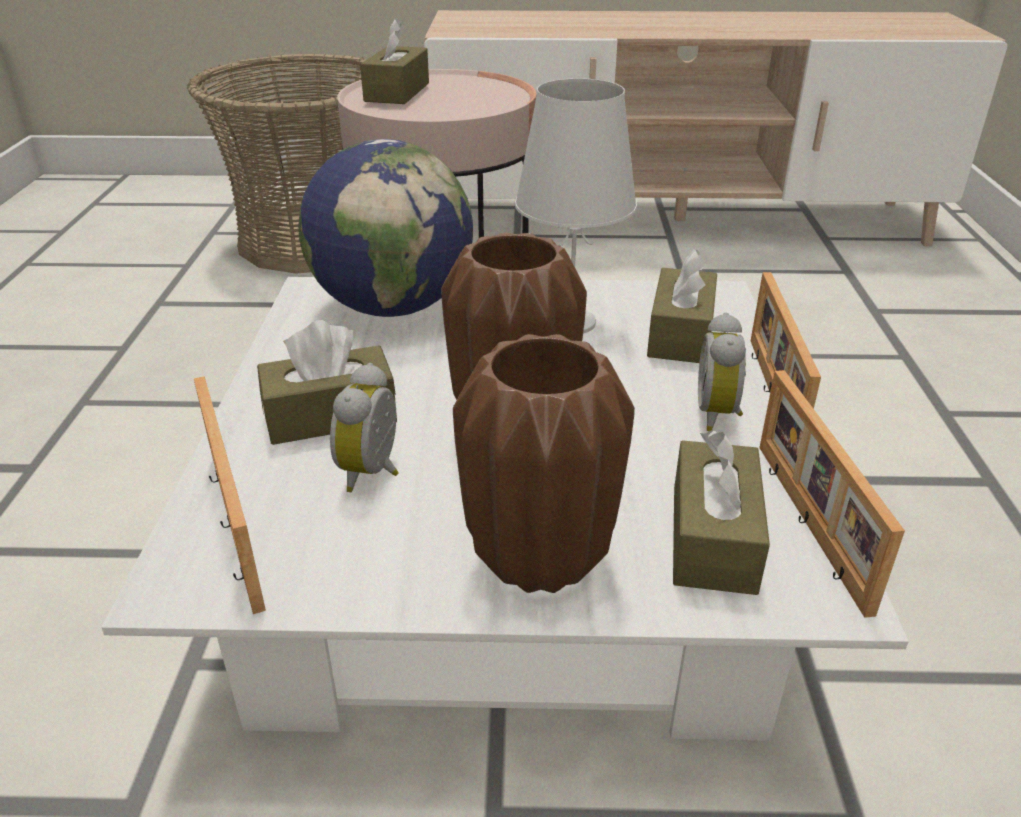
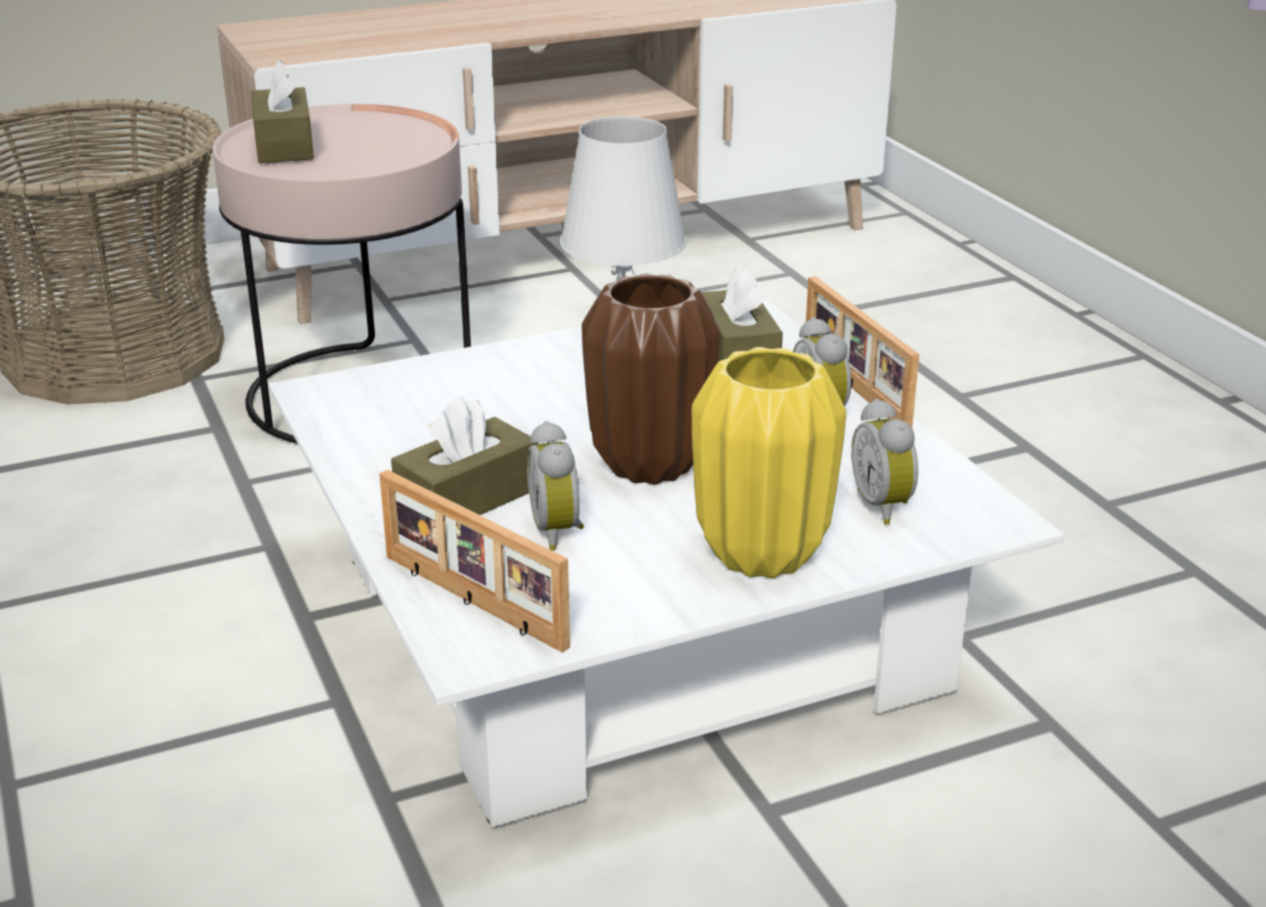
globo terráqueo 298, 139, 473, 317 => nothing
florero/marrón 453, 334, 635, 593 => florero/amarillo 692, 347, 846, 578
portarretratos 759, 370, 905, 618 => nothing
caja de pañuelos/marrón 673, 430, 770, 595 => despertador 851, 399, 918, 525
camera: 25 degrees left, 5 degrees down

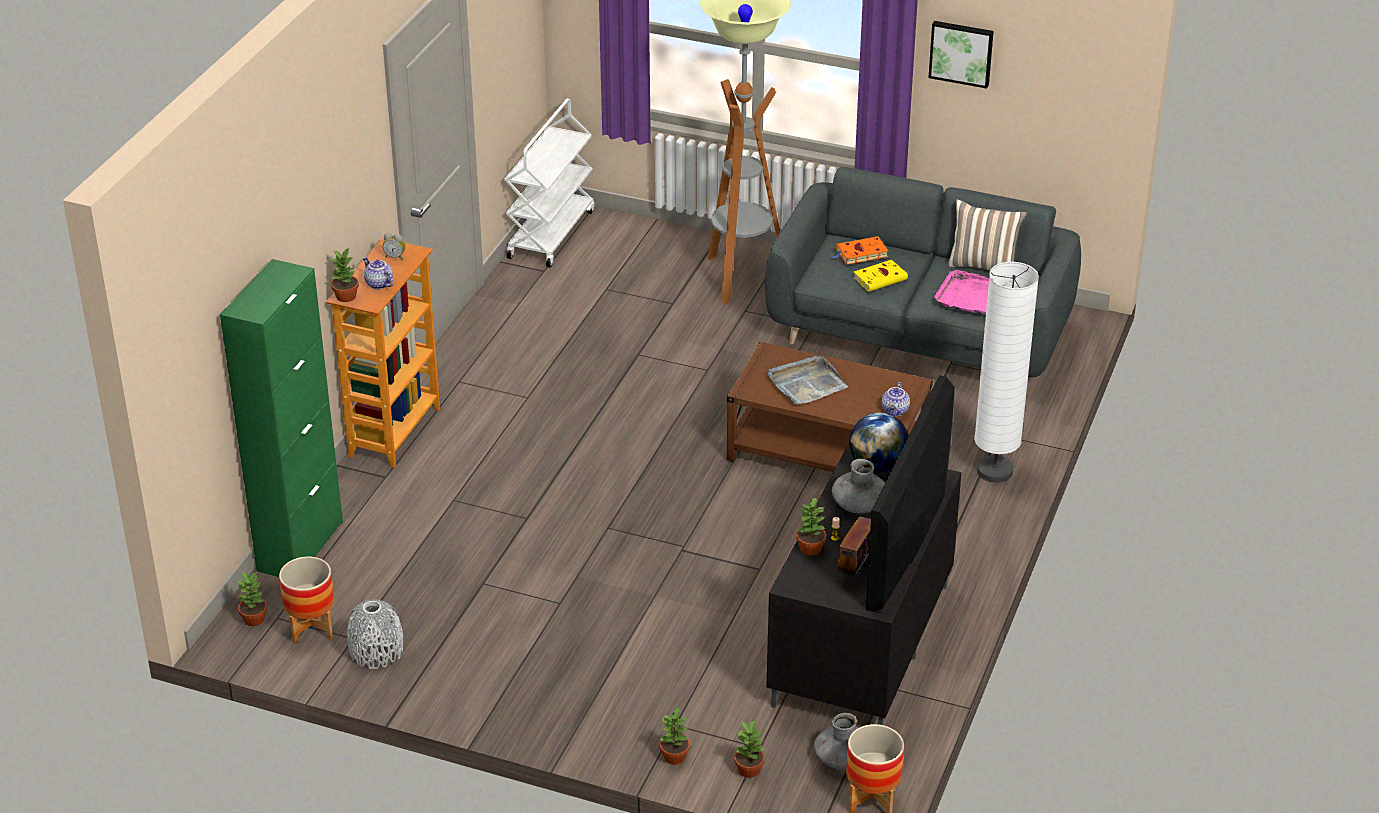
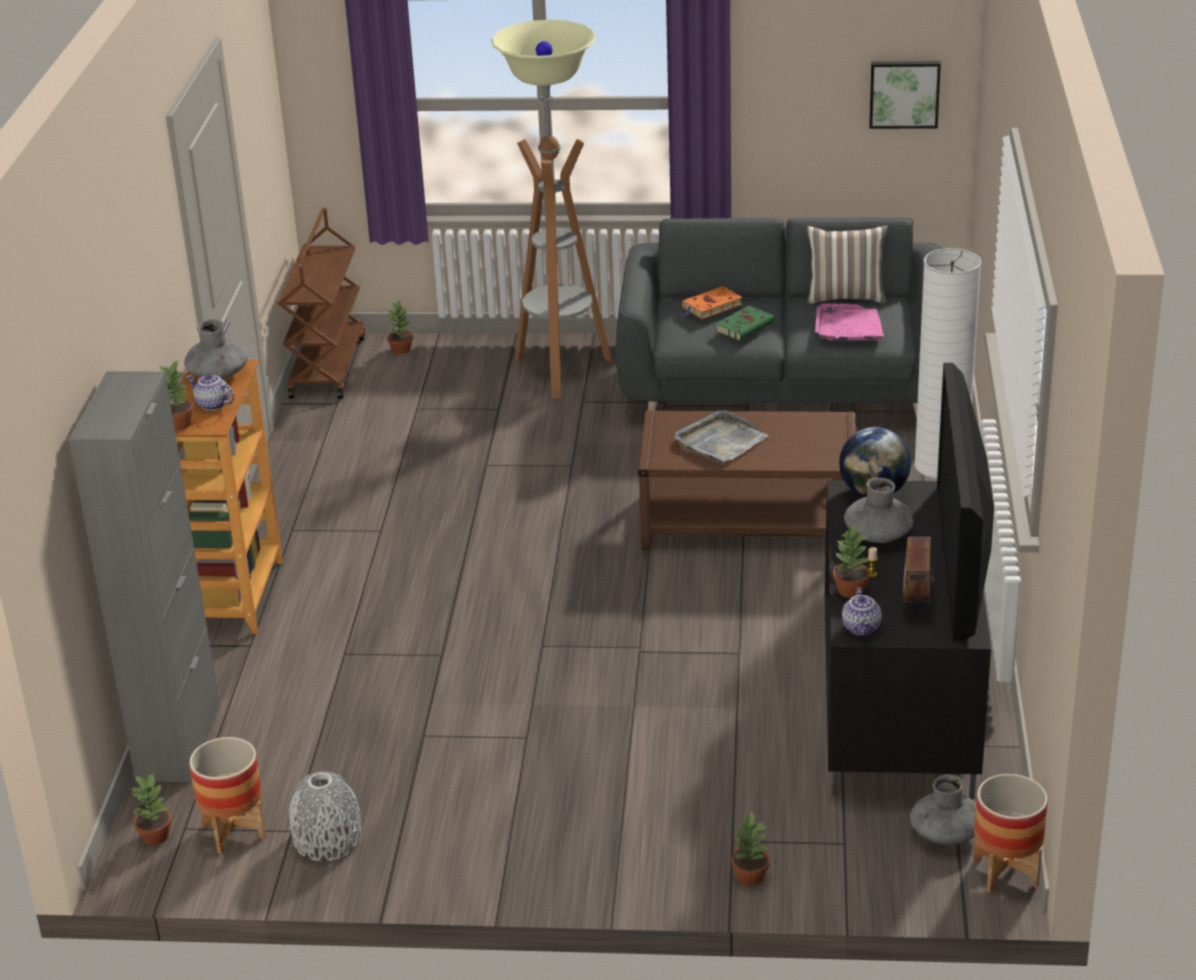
cuadro 929, 21, 994, 89 => cuadro 869, 61, 941, 129, move
carrito/blanco 504, 99, 595, 267 => carrito/marrón 278, 208, 365, 399
despertador 383, 233, 405, 260 => florero/gris 184, 319, 248, 379
armario/verde 220, 259, 343, 577 => armario/gris 69, 371, 220, 782
libro/amarillo 853, 260, 909, 292 => libro/verde 715, 306, 775, 341
tetera 882, 382, 910, 416 => tetera 842, 587, 882, 636, move
planta en maceta 734, 720, 765, 778 => planta en maceta 387, 299, 413, 354, move
camera: 15 degrees left, 5 degrees down

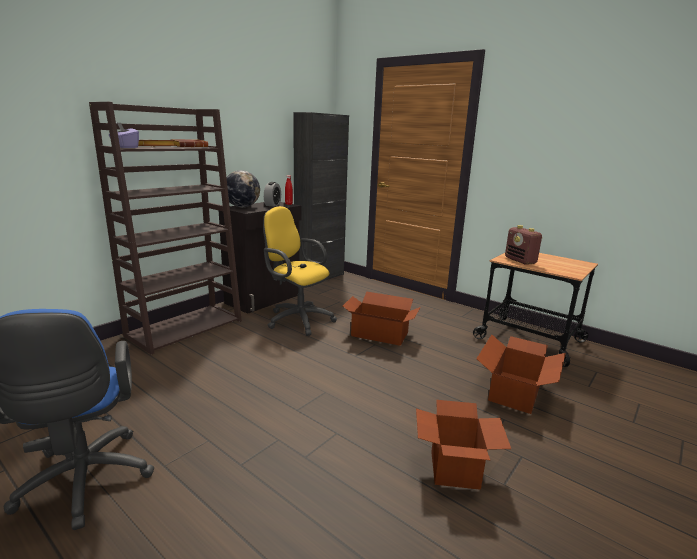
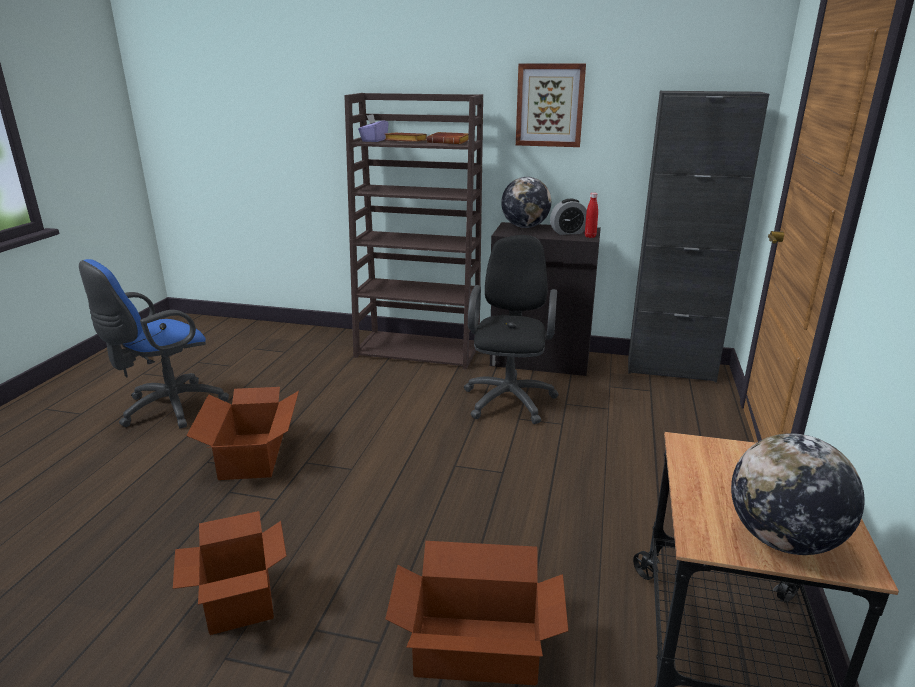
silla de oficina/amarillo 263, 206, 337, 336 => silla de oficina/negro 464, 235, 559, 424
radio 505, 225, 543, 265 => nothing
caja de cartón 343, 291, 420, 346 => caja de cartón 186, 387, 299, 480, move
nothing => cuadro 516, 63, 586, 147
nothing => globo terráqueo 731, 433, 865, 555
camera: 65 degrees right, 5 degrees up

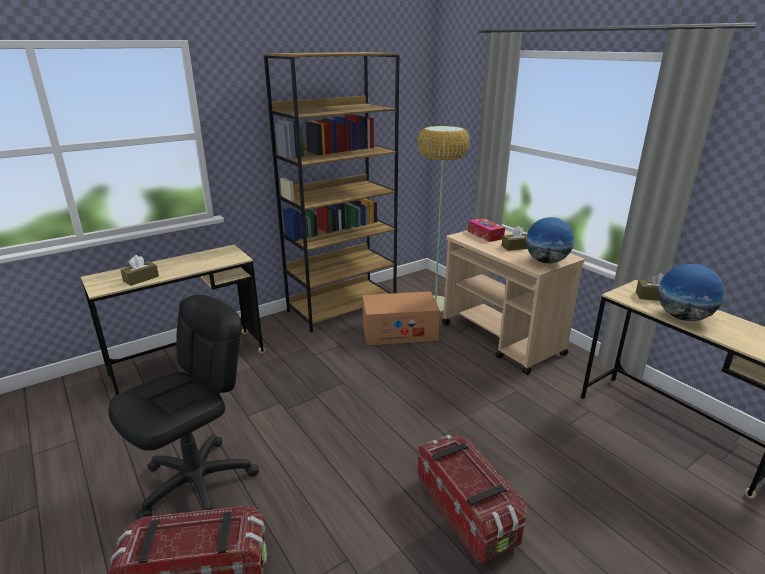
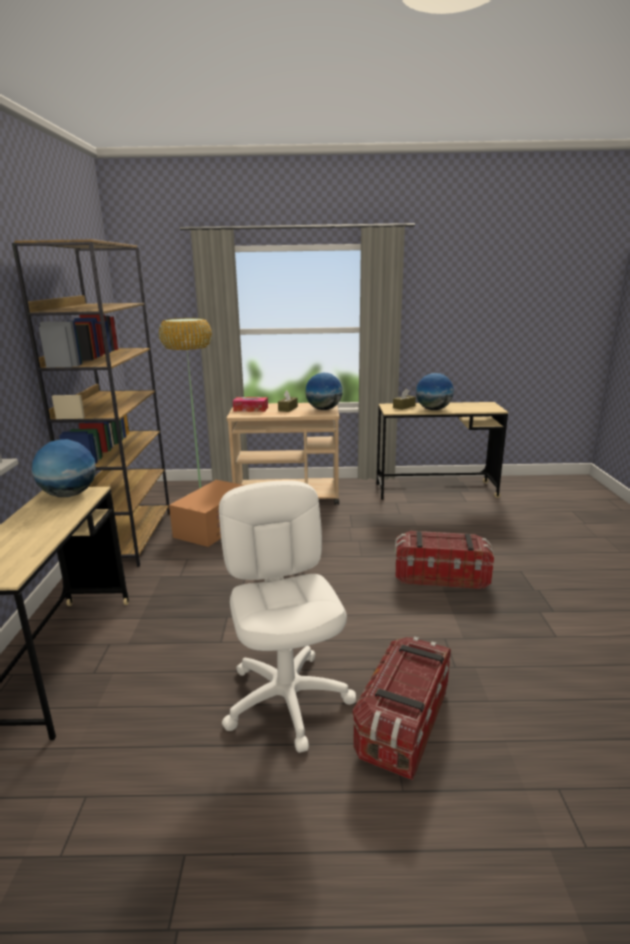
caja de pañuelos/marrón 121, 255, 159, 286 => nothing
silla de oficina/negro 108, 295, 259, 519 => silla de oficina/blanco 219, 481, 356, 753
nothing => globo terráqueo 32, 439, 96, 497
camera: 55 degrees left, 5 degrees down

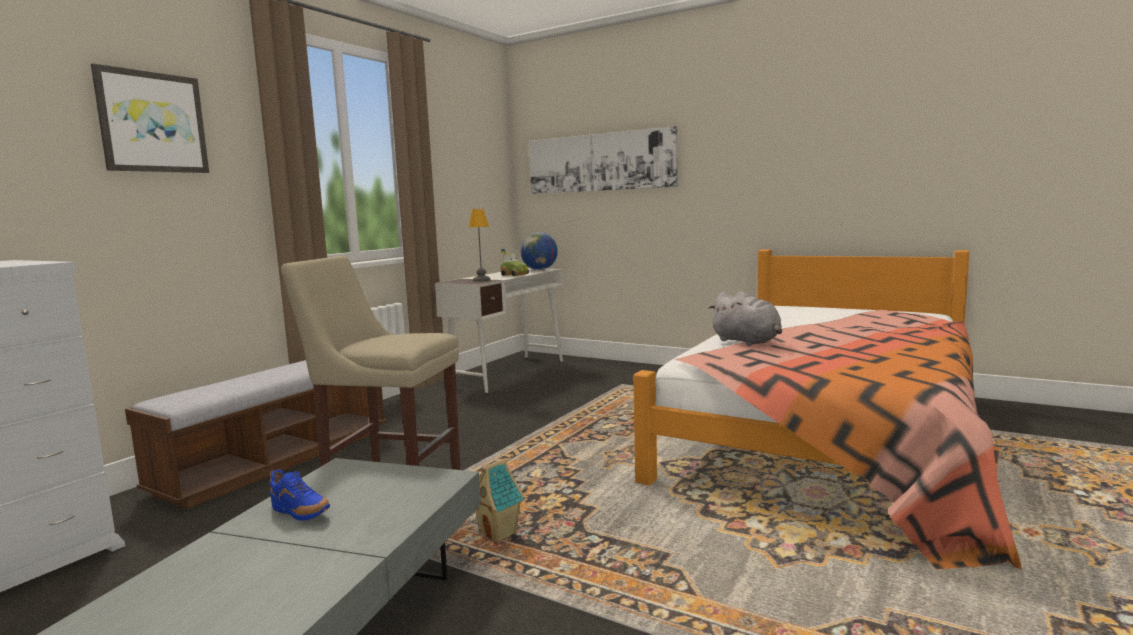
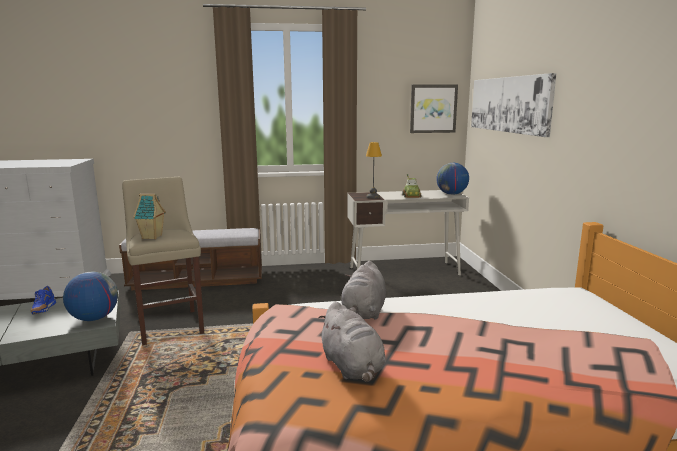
cuadro 91, 64, 209, 173 => cuadro 410, 85, 458, 133, move
casita 475, 458, 525, 542 => casita 133, 194, 166, 239, move
nothing => globo terráqueo 63, 272, 118, 321
nothing => peluche/gris 318, 302, 386, 382
camera: 50 degrees right, 5 degrees up

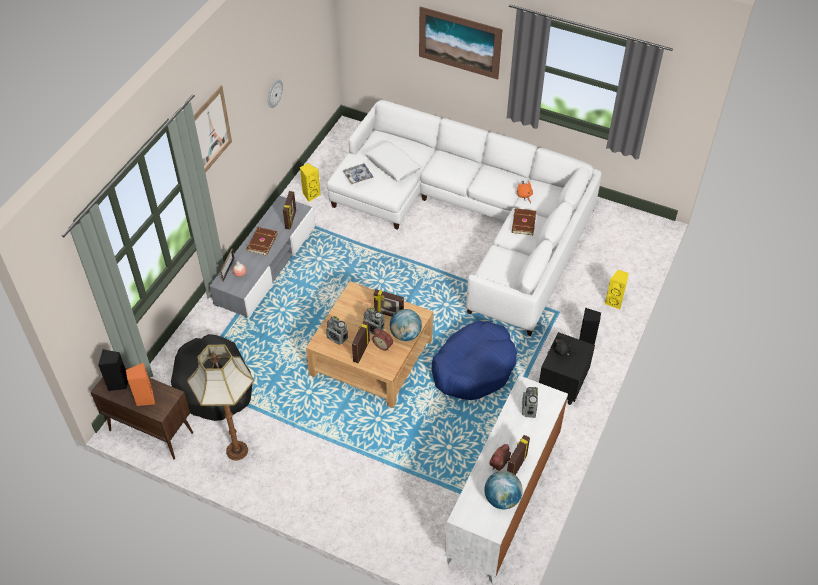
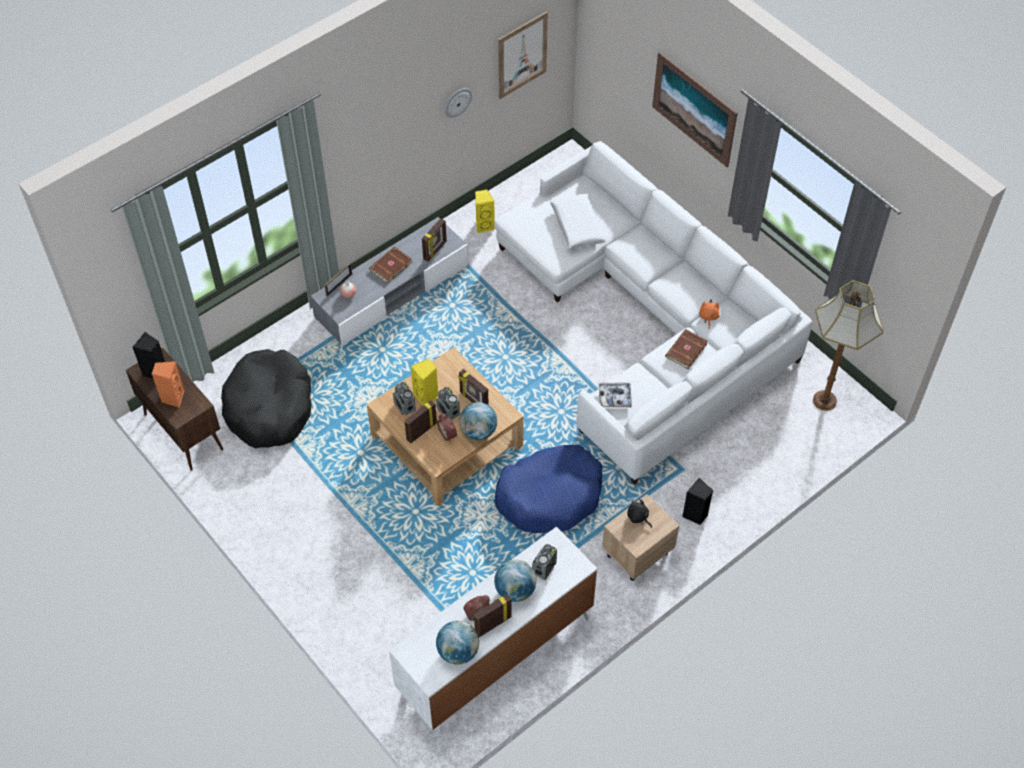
cuadro 194, 86, 232, 173 => cuadro 498, 11, 548, 99, move
bandeja 343, 163, 374, 185 => bandeja 599, 382, 632, 408, move
altavoz/amarillo 605, 269, 629, 309 => altavoz/amarillo 411, 359, 438, 405, move
mesita de noche/negro 539, 332, 595, 405 => mesita de noche/beis 602, 494, 679, 581
lámpara de pie 187, 345, 254, 461 => lámpara de pie 813, 280, 884, 411, move
nothing => globo terráqueo 494, 560, 536, 602
camera: 25 degrees right, 5 degrees up

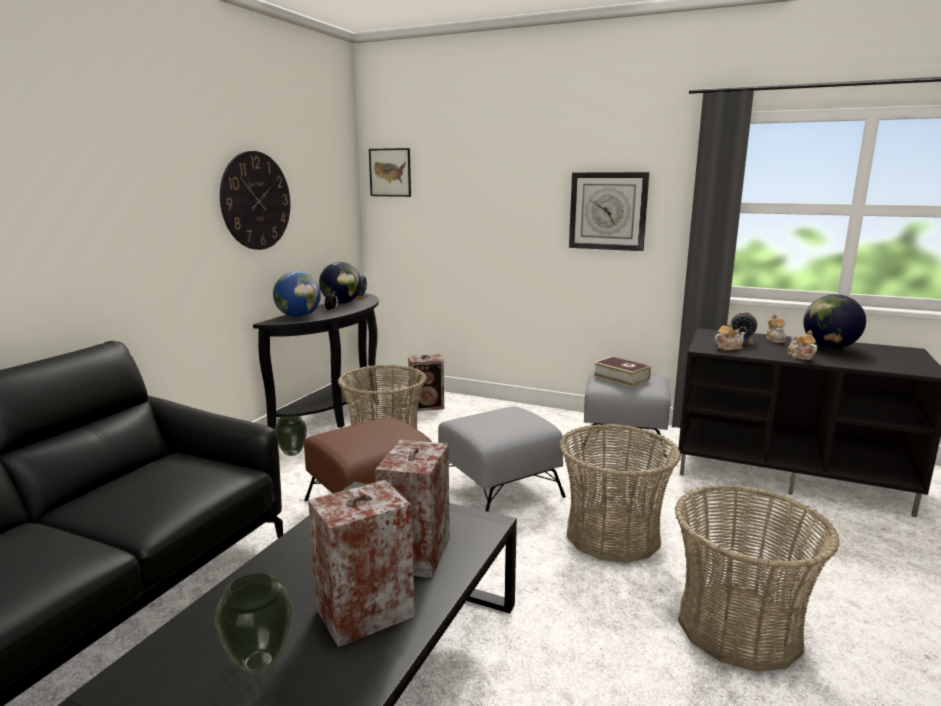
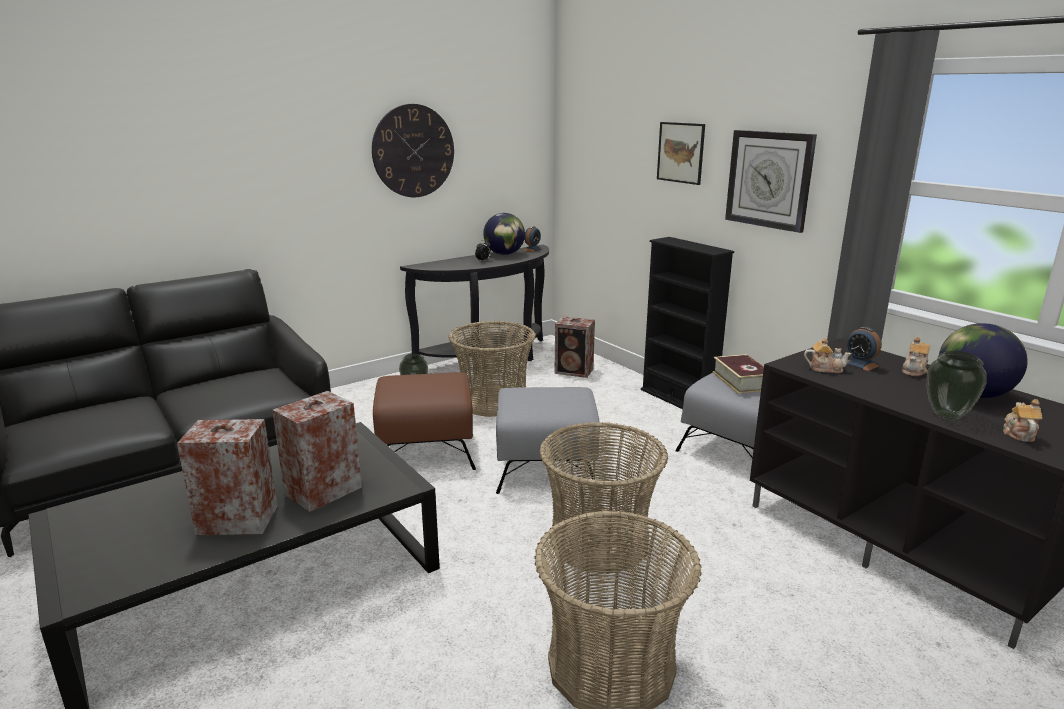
cuadro 369, 148, 411, 197 => cuadro 657, 122, 705, 185, move
globo terráqueo 273, 271, 321, 318 => nothing
tetera 788, 330, 817, 360 => tetera 1003, 399, 1043, 442, move
florero 215, 573, 292, 673 => florero 927, 351, 987, 419, move
nothing => estantería/negro 641, 237, 734, 409
camera: 30 degrees right, 5 degrees up

